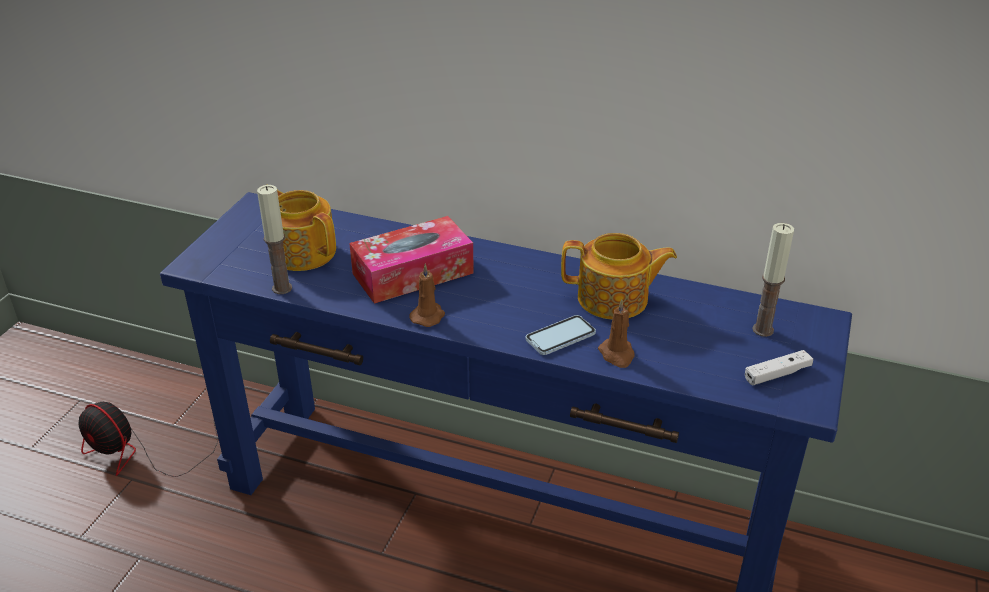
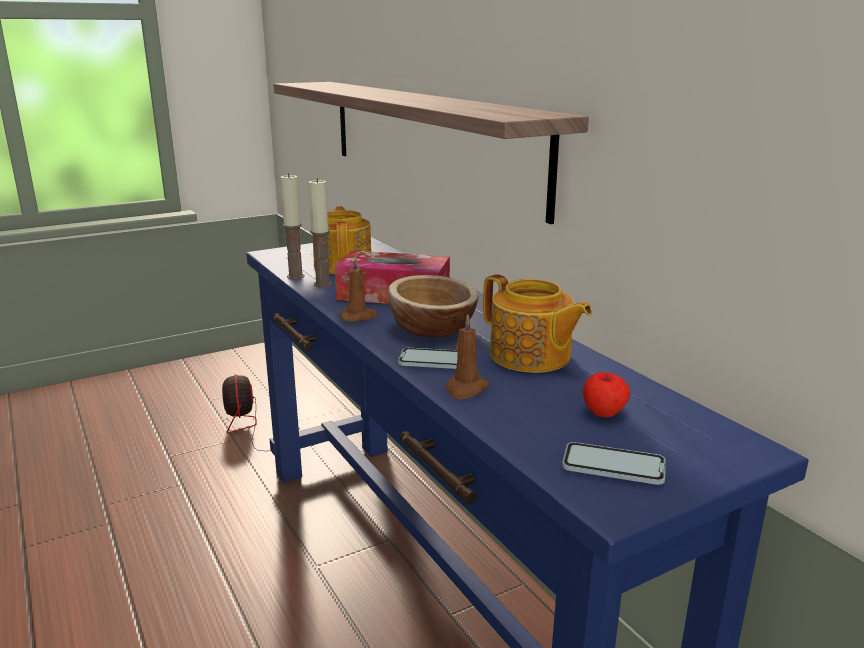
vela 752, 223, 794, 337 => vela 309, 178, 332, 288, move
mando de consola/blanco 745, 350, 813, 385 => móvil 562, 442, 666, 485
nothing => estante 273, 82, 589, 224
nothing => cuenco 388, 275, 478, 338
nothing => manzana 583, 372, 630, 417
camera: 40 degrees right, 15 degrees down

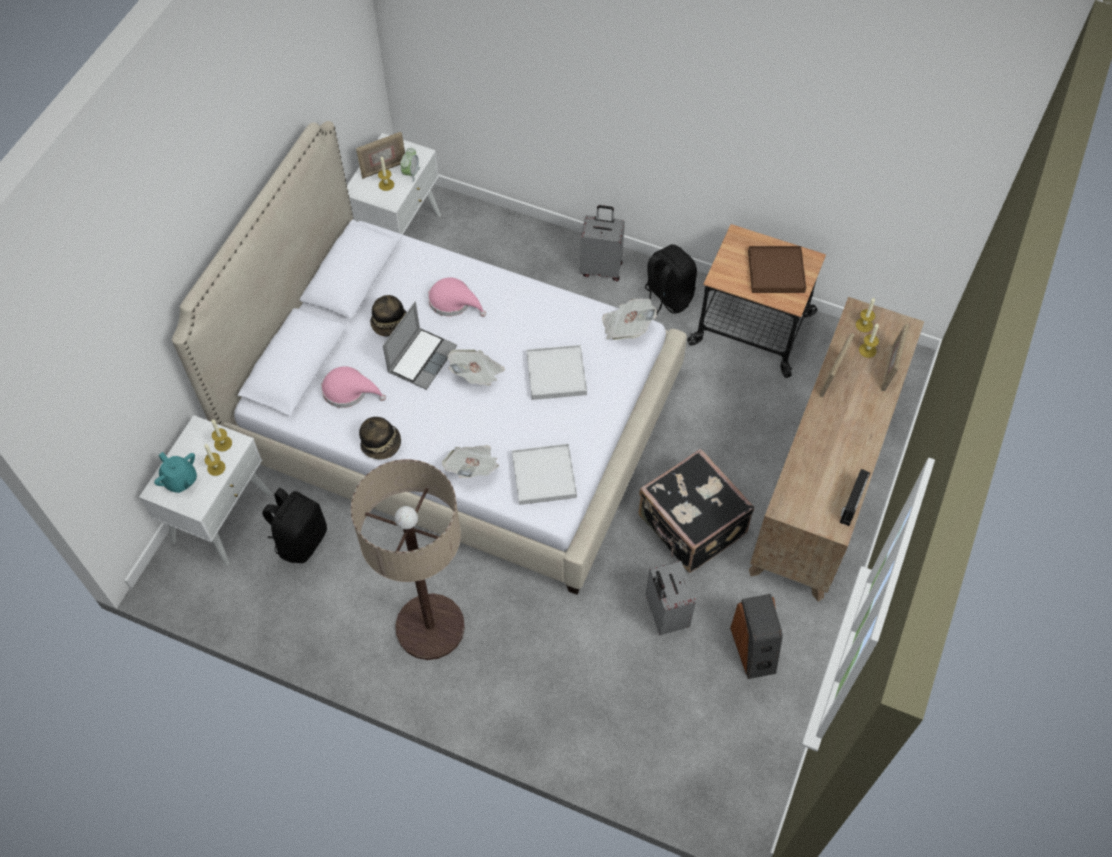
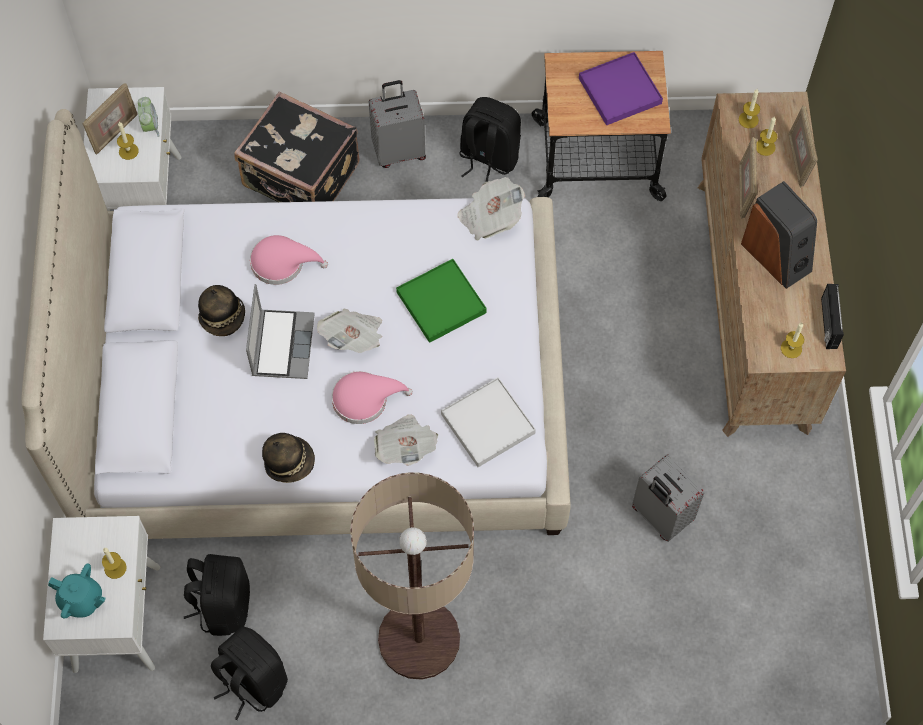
bandeja/marrón 748, 246, 806, 293 => bandeja/morado 579, 52, 663, 125
bandeja/blanco 527, 345, 587, 400 => bandeja/verde 396, 259, 487, 343
sombrero/rosa 321, 366, 386, 408 => sombrero/rosa 332, 371, 413, 424, move
vela 211, 419, 232, 451 => vela 781, 322, 804, 358, move
maleta/negro 639, 449, 754, 573 => maleta/negro 234, 91, 360, 202, move
altavoz 730, 594, 783, 679 => altavoz 741, 181, 817, 289, move
nothing => mochila/negro 211, 627, 288, 720
camera: 25 degrees left, 5 degrees up

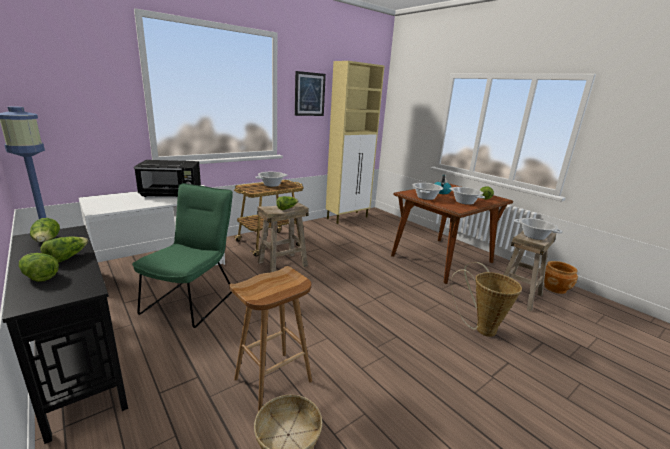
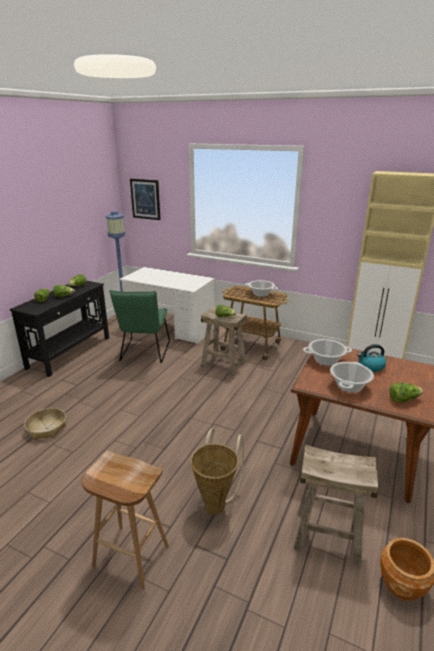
cuadro 295, 71, 326, 116 => cuadro 130, 179, 161, 220, move
microondas/negro 134, 160, 201, 197 => nothing
silla/verde 132, 183, 233, 328 => silla/verde 109, 290, 170, 363, 105 degrees clockwise
olla 514, 218, 563, 240 => nothing
taburete/marrón 229, 266, 312, 412 => taburete/marrón 82, 451, 169, 590, move
camera: 65 degrees right, 5 degrees up

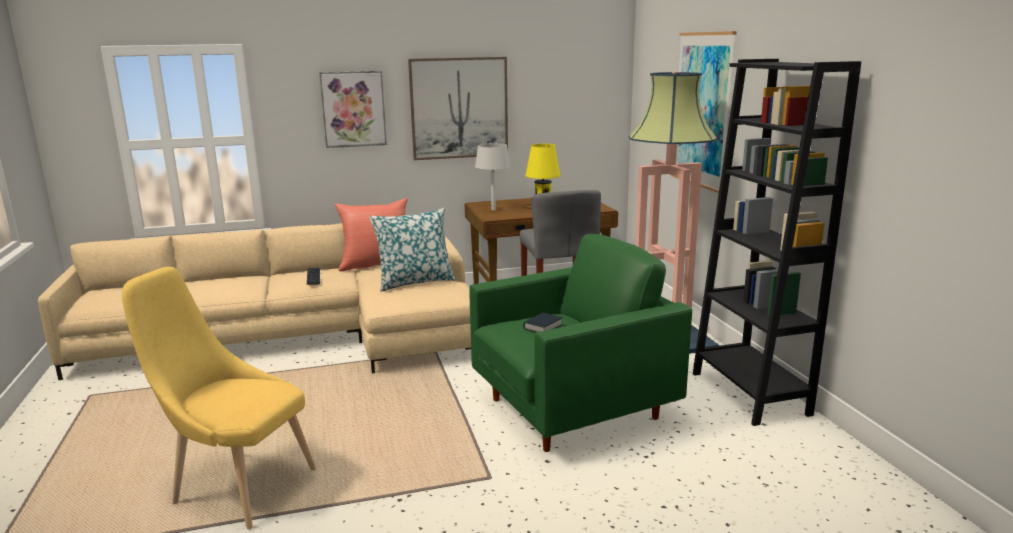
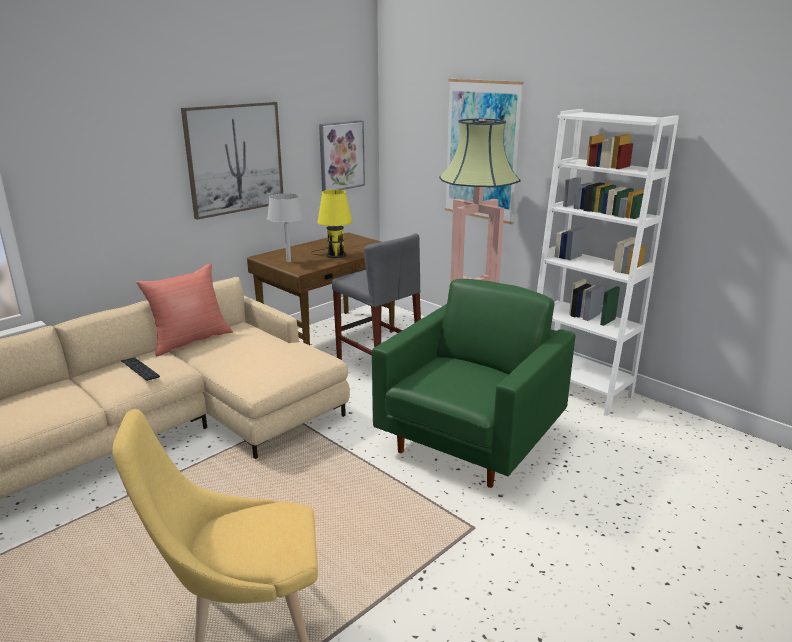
estantería/negro 693, 59, 861, 426 => estantería/blanco 537, 109, 679, 416
cuadro 319, 71, 387, 148 => cuadro 319, 120, 365, 191, move
cojín 369, 208, 455, 292 => nothing
libro 523, 313, 563, 333 => nothing
camera: 30 degrees left, 5 degrees up

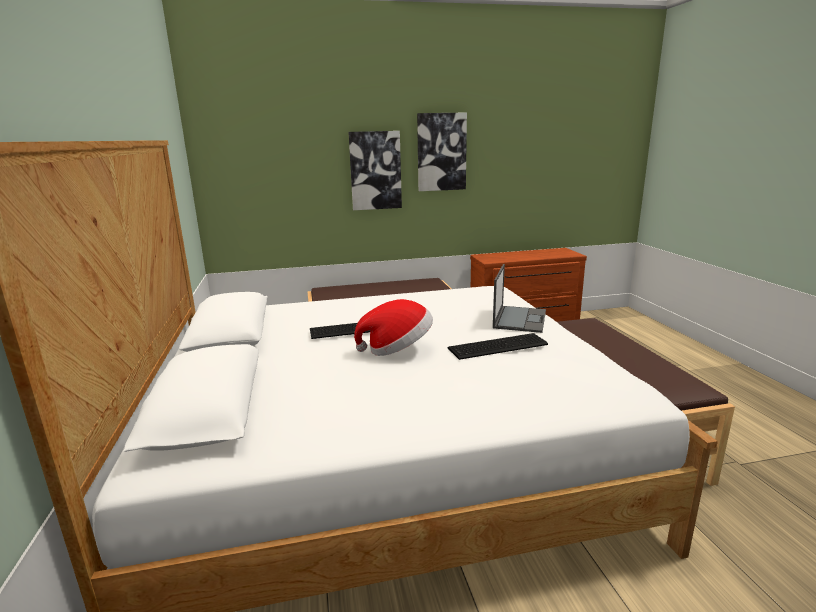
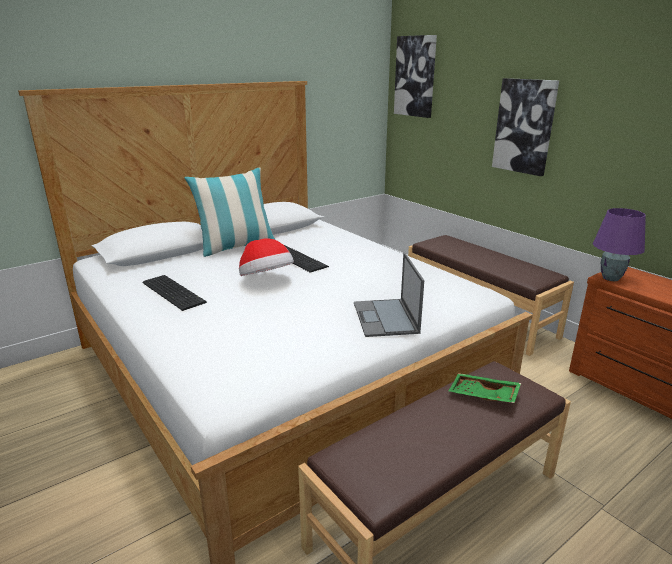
cuadro 417, 112, 467, 191 => cuadro 394, 35, 437, 118, move
portátil 493, 264, 546, 333 => portátil 354, 253, 424, 337, 90 degrees clockwise
teclado 447, 333, 548, 360 => teclado 142, 275, 207, 311, move
nothing => cojín 184, 167, 276, 257
nothing => lámpara de mesa/morado 593, 208, 646, 281
nothing => bandeja/verde 448, 373, 521, 403
camera: 65 degrees right, 5 degrees up

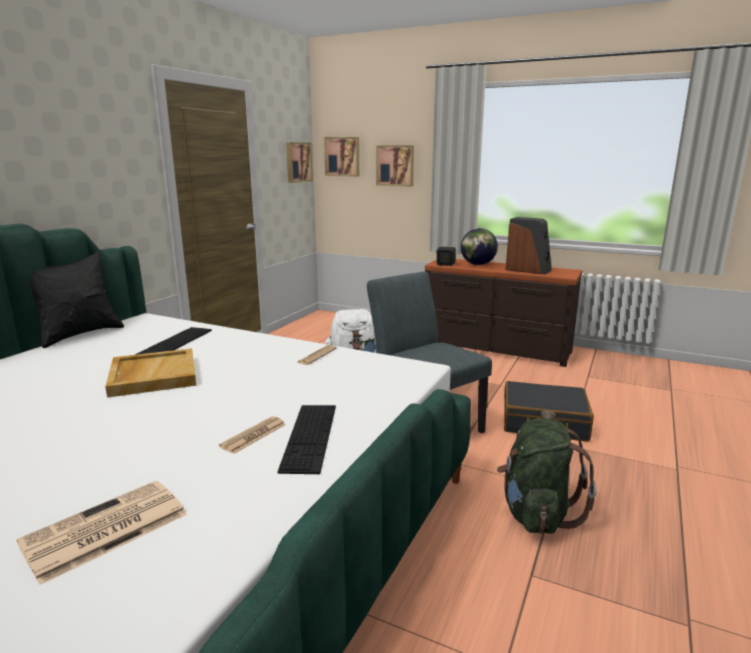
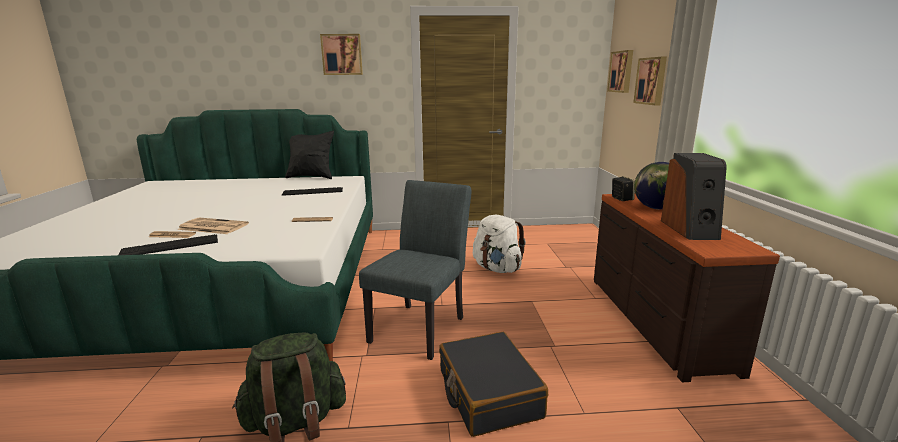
cuadro 286, 142, 313, 183 => cuadro 320, 34, 363, 75, move
bandeja/beis 105, 348, 196, 398 => nothing
periódico 17, 481, 187, 585 => periódico 177, 218, 249, 234, move
camera: 60 degrees right, 0 degrees up

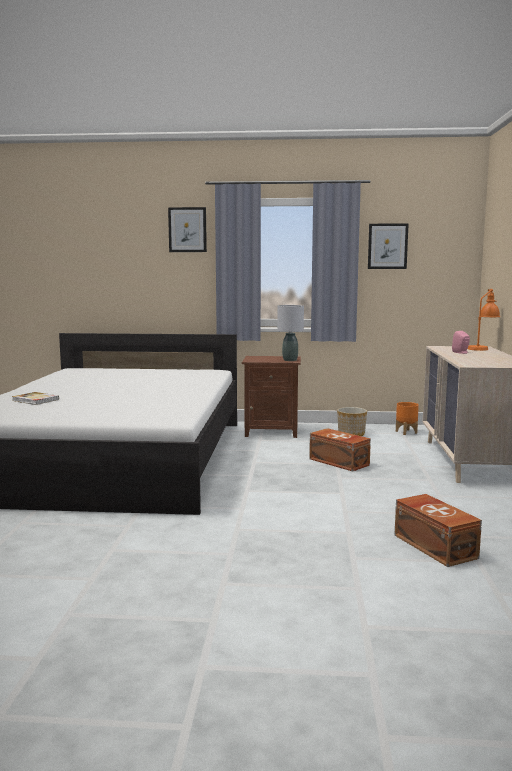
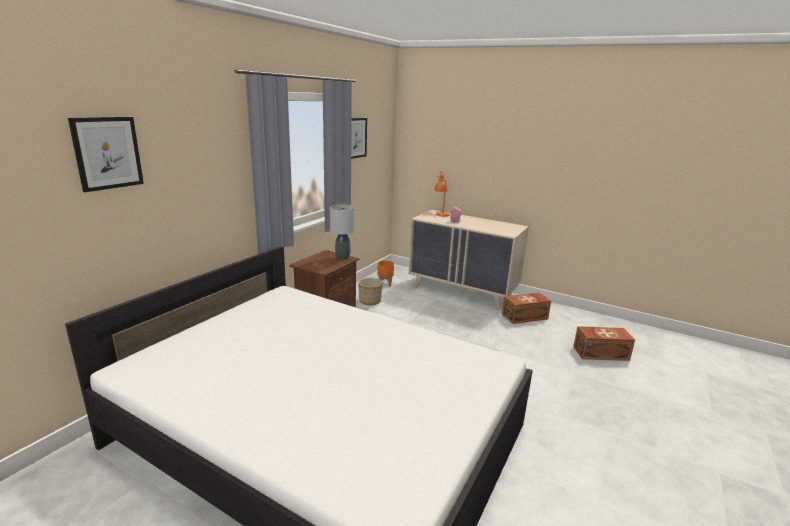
cuadro 168, 207, 207, 252 => cuadro 68, 117, 144, 192, move
libro 12, 392, 59, 405 => nothing
caja de almacenaje/marrón 309, 428, 371, 472 => caja de almacenaje/marrón 502, 293, 551, 324, move
camera: 65 degrees left, 10 degrees up

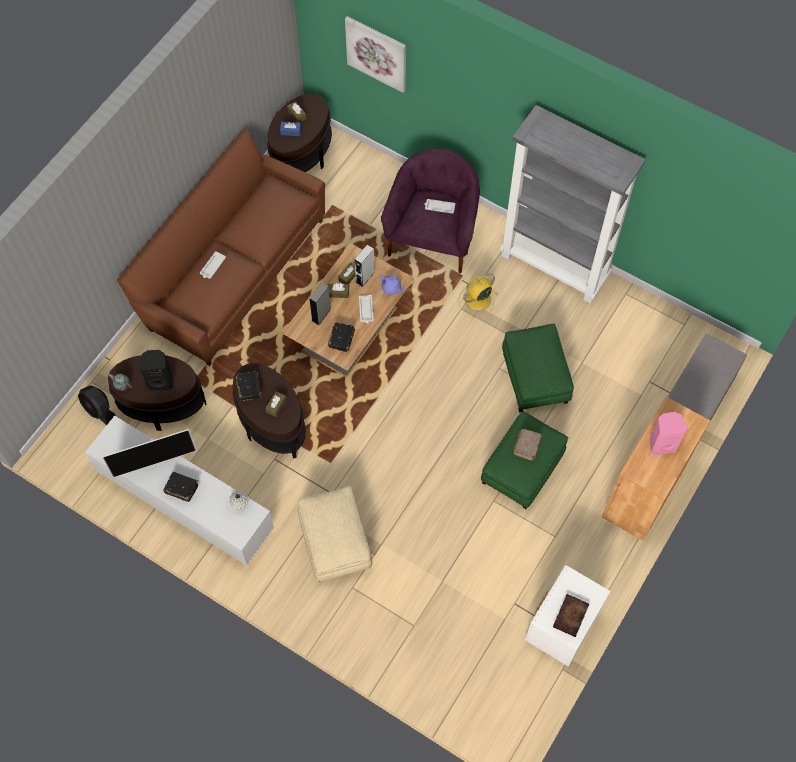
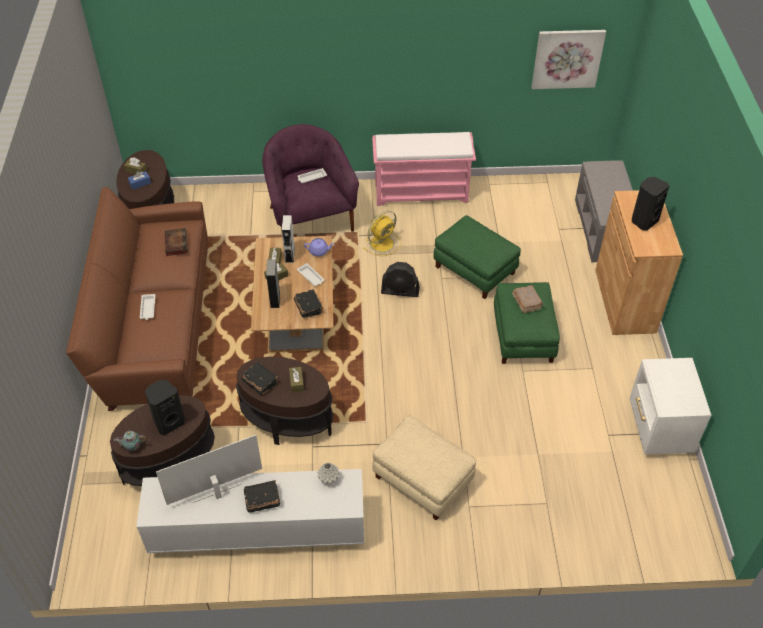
cuadro 345, 16, 406, 93 => cuadro 532, 30, 606, 89, move
estantería/gris 500, 105, 646, 304 => banco/rosa 372, 132, 476, 206
ventilador/amarillo 458, 273, 498, 318 => ventilador/amarillo 363, 211, 401, 256, 150 degrees counterclockwise
ventilador/negro 78, 385, 116, 425 => ventilador/negro 381, 262, 420, 297, move
altavoz/rosa 650, 412, 688, 455 => altavoz/negro 632, 177, 669, 231
televisor 102, 429, 197, 478 => televisor 156, 435, 262, 505, 150 degrees counterclockwise
libro 553, 594, 589, 637 => libro 165, 228, 188, 256, move
camera: 35 degrees left, 15 degrees down

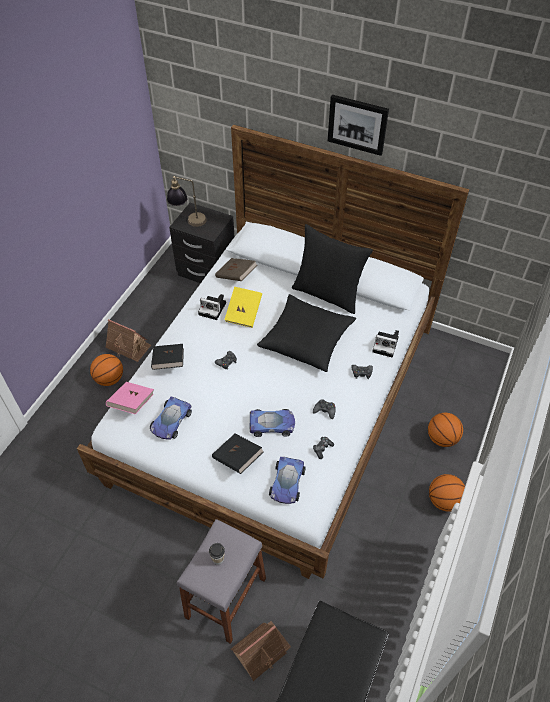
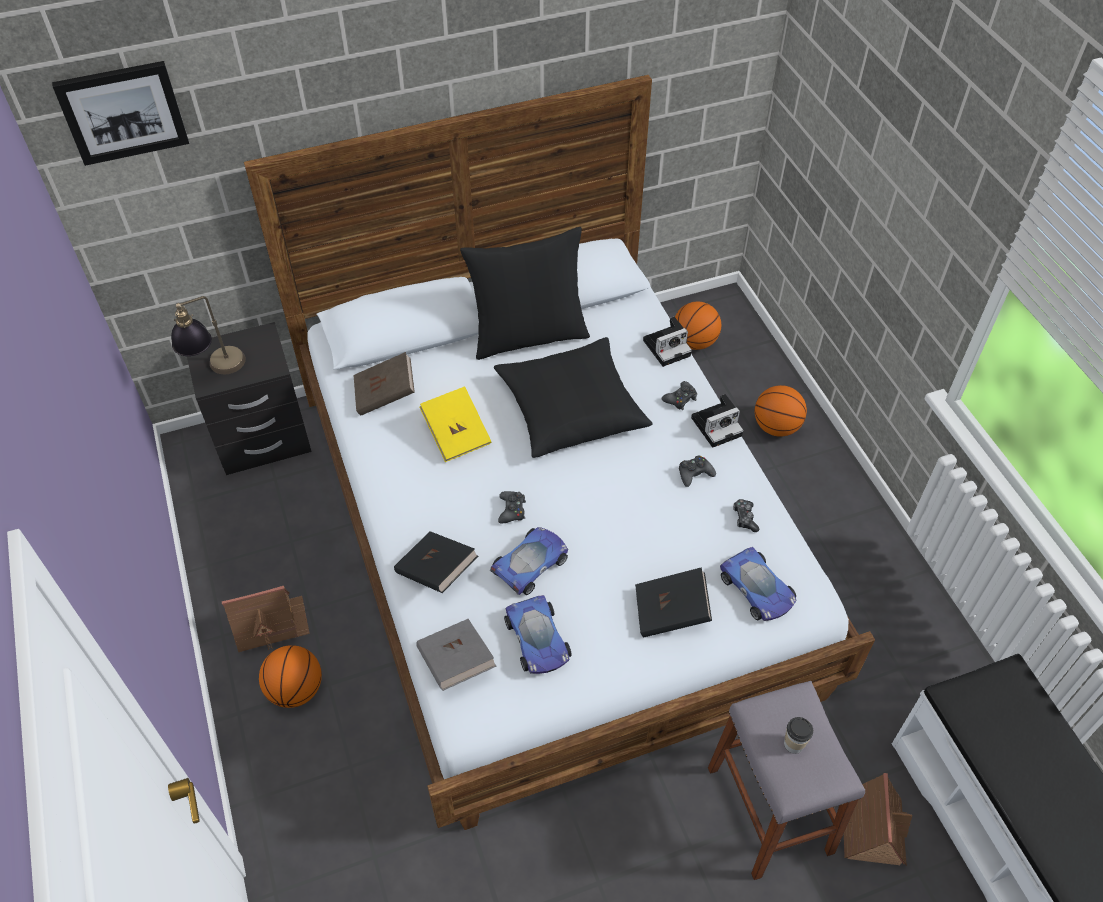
cuadro 328, 95, 389, 156 => cuadro 52, 61, 189, 166, move
cámara 198, 294, 226, 320 => cámara 691, 394, 743, 448, move
libro/rosa 106, 382, 154, 414 => libro/gris 416, 619, 496, 691
coche de juguete 250, 409, 295, 437 => coche de juguete 490, 527, 568, 595, move
balón de baloncesto 429, 474, 465, 512 => balón de baloncesto 675, 302, 721, 350, move
camera: 45 degrees left, 0 degrees up

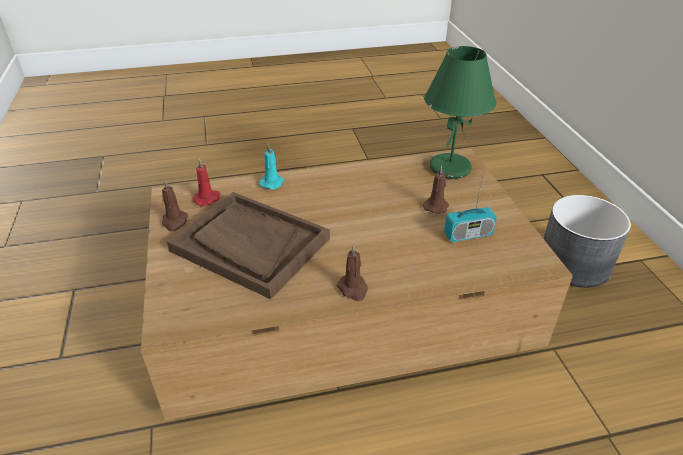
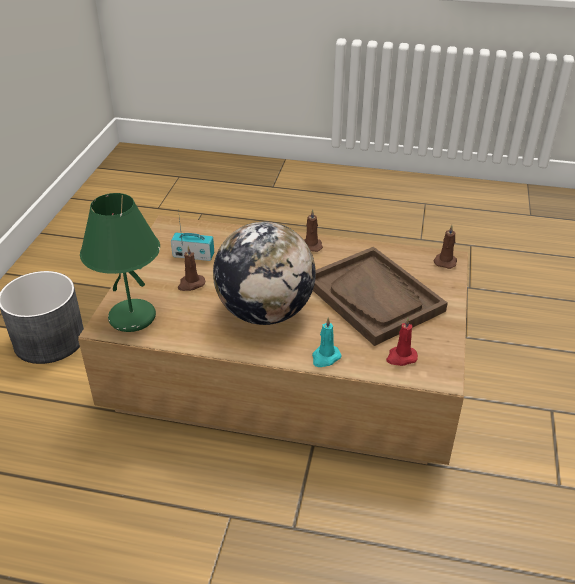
vela/marrón 162, 180, 188, 231 => vela/marrón 433, 225, 457, 269, move
nothing => globo terráqueo 213, 222, 316, 325
camera: 155 degrees left, 0 degrees up

